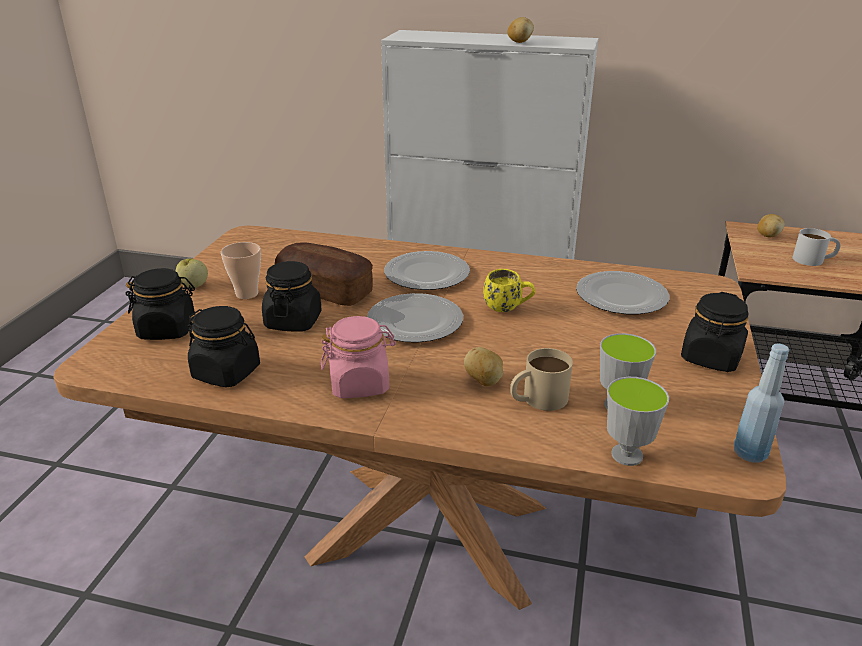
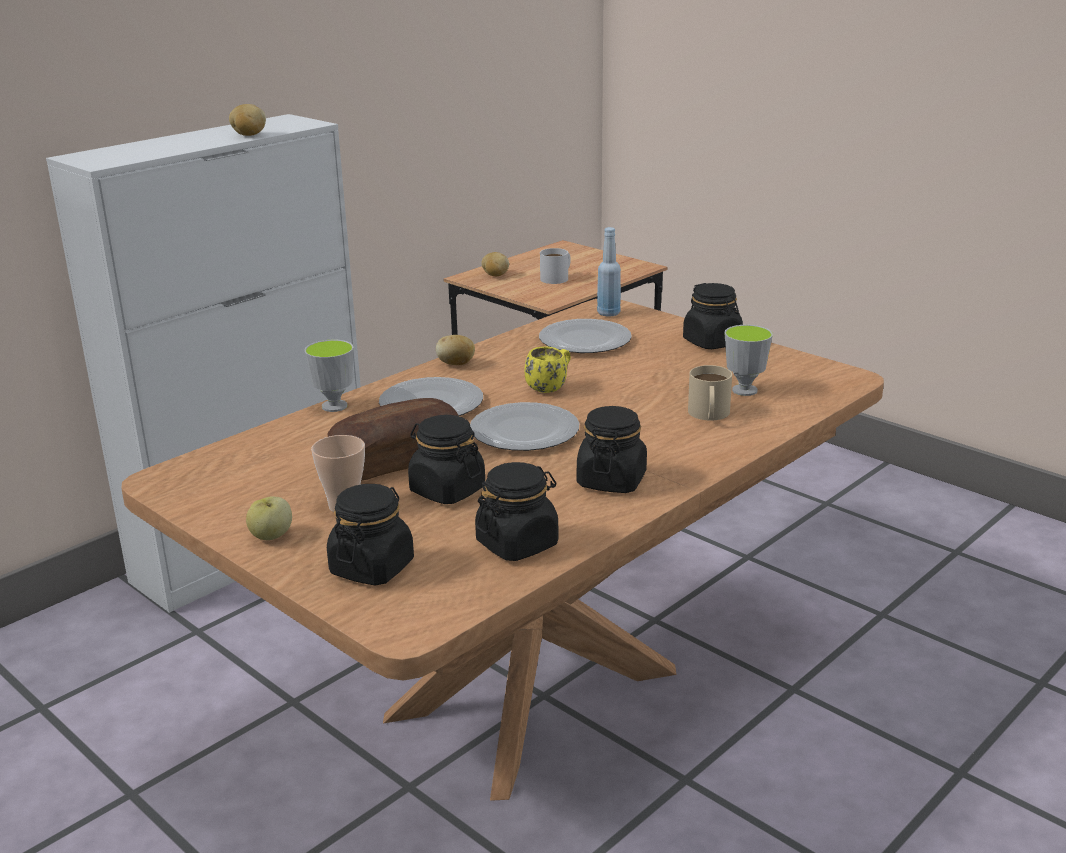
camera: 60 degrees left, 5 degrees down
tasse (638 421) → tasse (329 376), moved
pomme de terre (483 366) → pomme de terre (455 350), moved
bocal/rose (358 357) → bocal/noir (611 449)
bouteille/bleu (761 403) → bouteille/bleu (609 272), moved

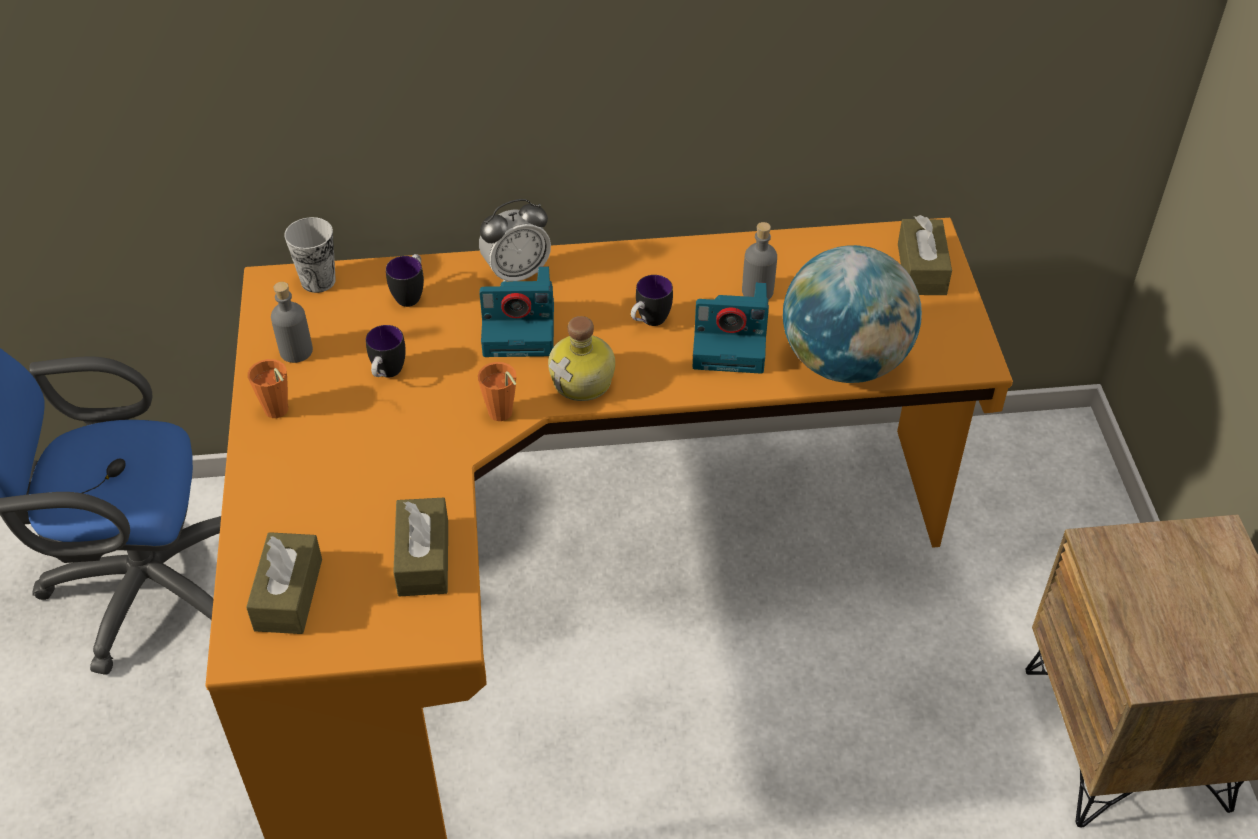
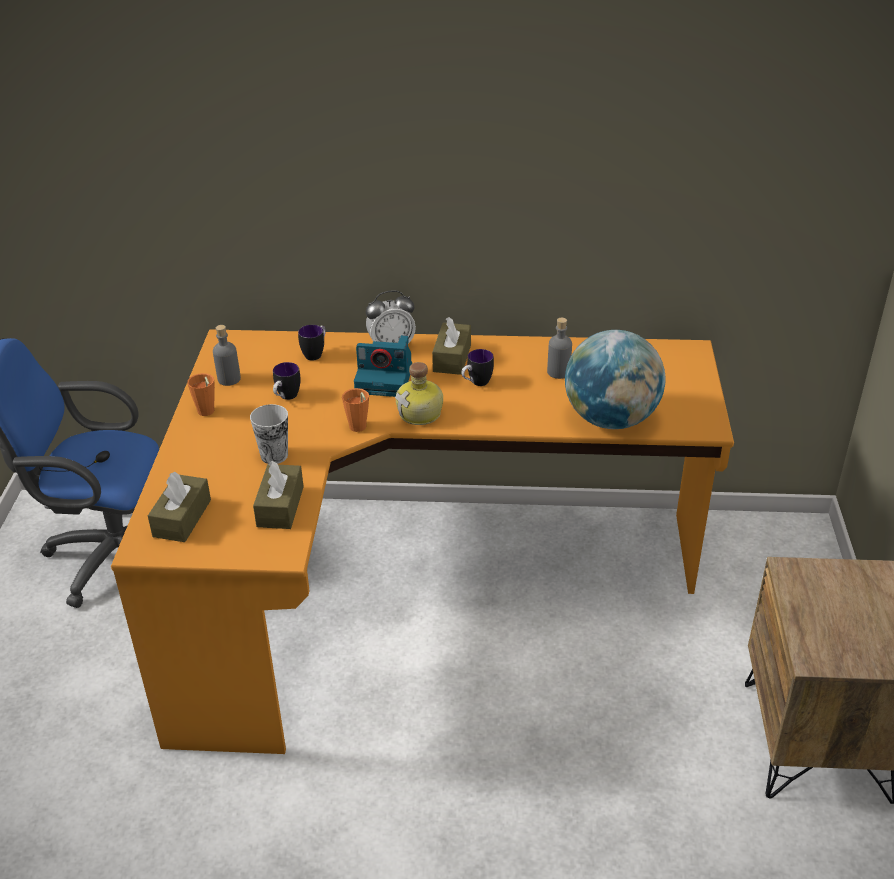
camera: 10 degrees right, 10 degrees down
tasse (310 255) → tasse (269 434), moved
boîte à mouchoirs/marron (925 255) → boîte à mouchoirs/marron (451 346), moved
appareil photo (731 328) → -

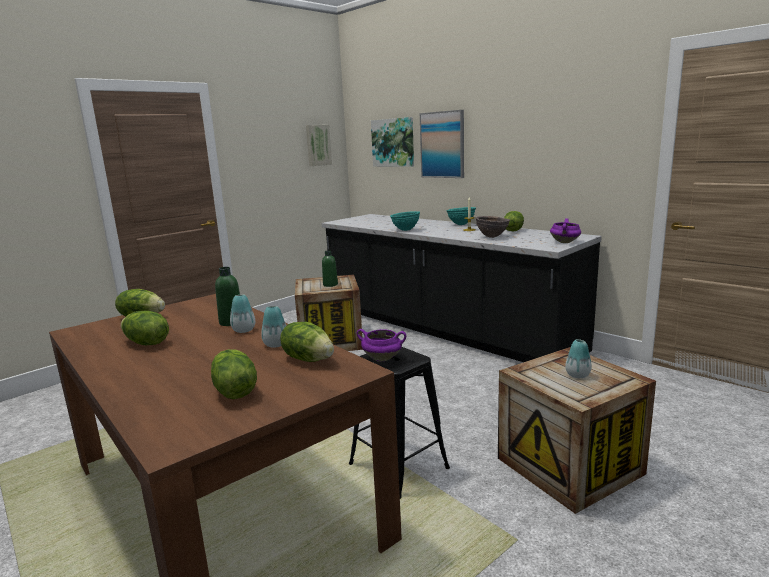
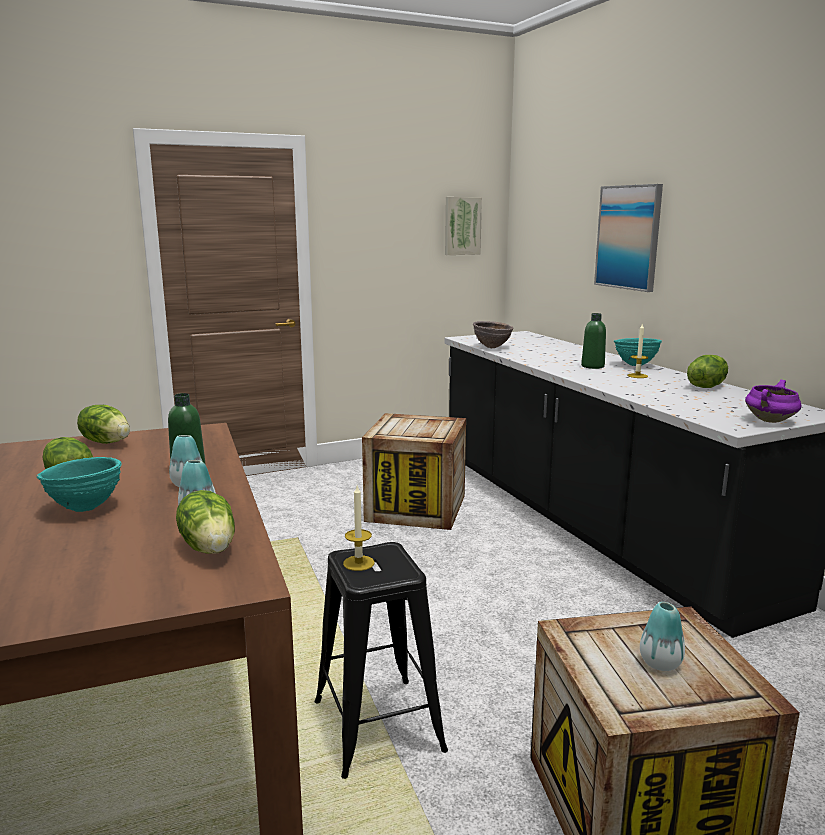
camera: 20 degrees right, 0 degrees up
bol/turquoise (405 221) → bol/turquoise (79 484), moved
marmite/violet (381 345) → bougie (358 528)
bol/marron (493 227) → bol/marron (493 334), moved
bouteille/vert (330 268) → bouteille/vert (593 341), moved
laitue (234 374) → -
tableau (392 142) → -

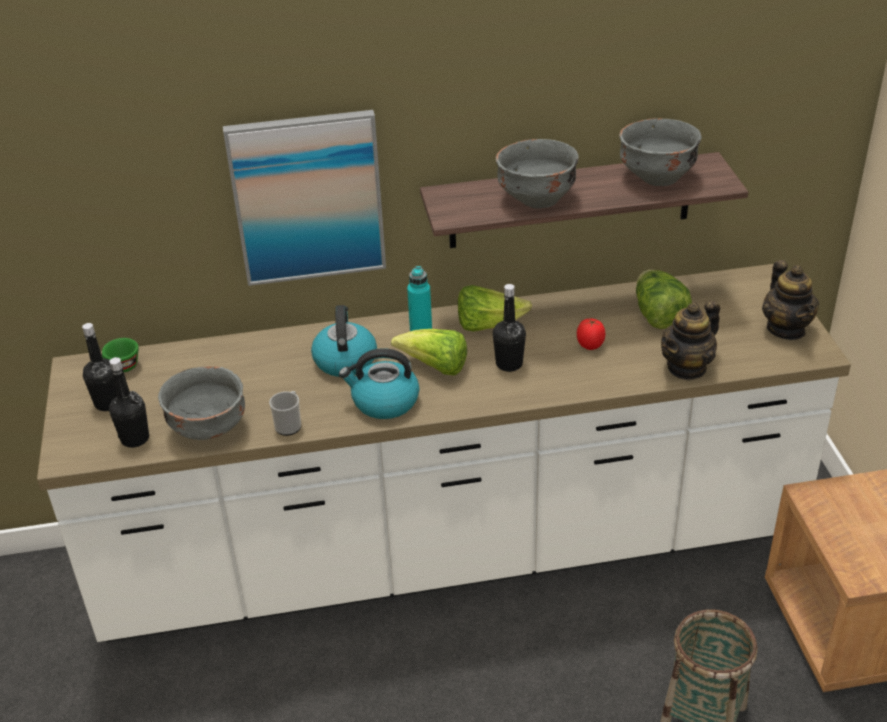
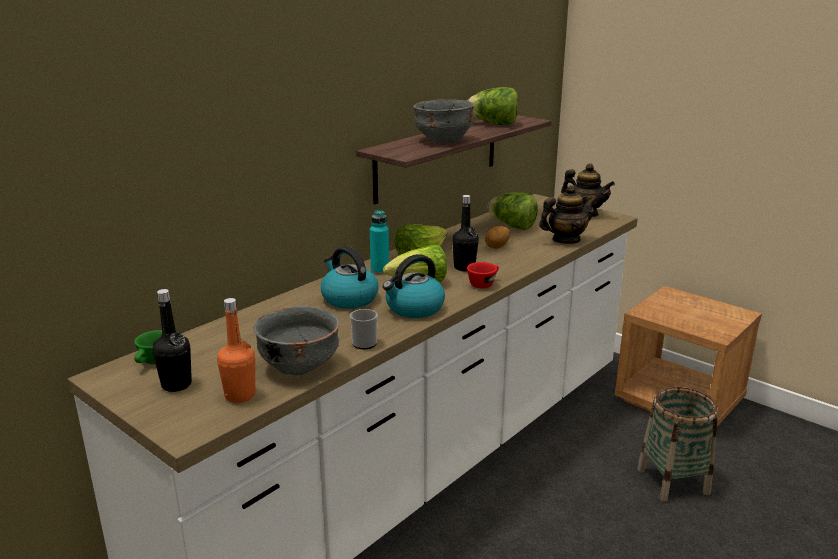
camera: 40 degrees left, 15 degrees down
bouteille/noir (129 402) → bouteille/orange (236 350)
bol/gris (660 152) → laitue (493 106)
- → tasse/rouge (483 275)
tomate (591 334) → pomme de terre (497 237)
théière (690 340) → théière (568 214), 120 degrees counterclockwise
tableau (304 198) → -

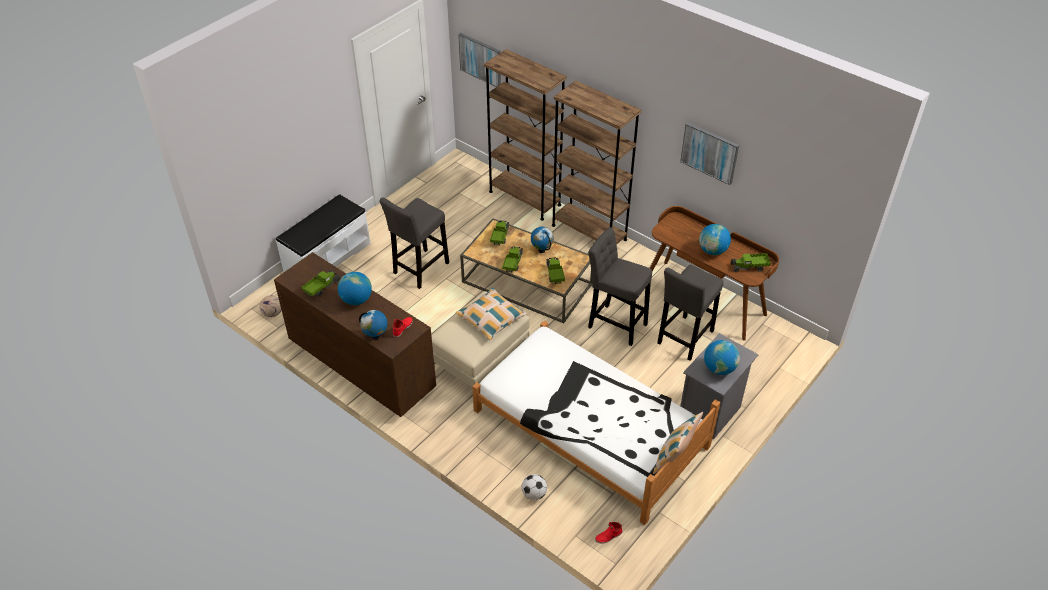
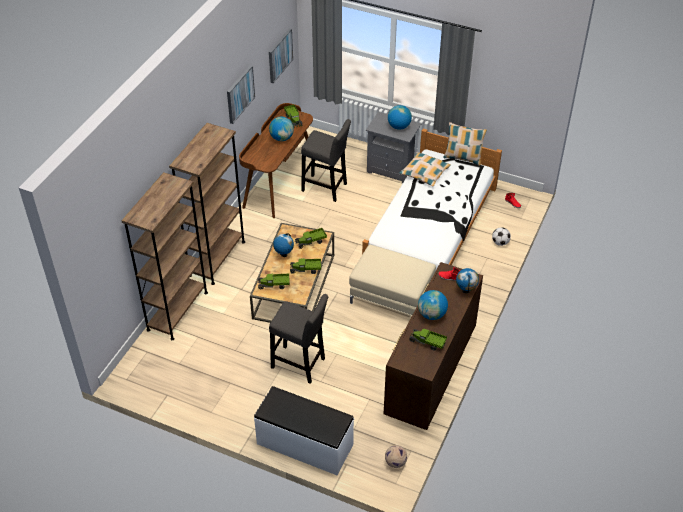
camera: 105 degrees left, 0 degrees up
tableau (479 60) → tableau (281 55), moved
coussin (491 313) → coussin (425 169), moved
tabouret/gris (620 286) → -

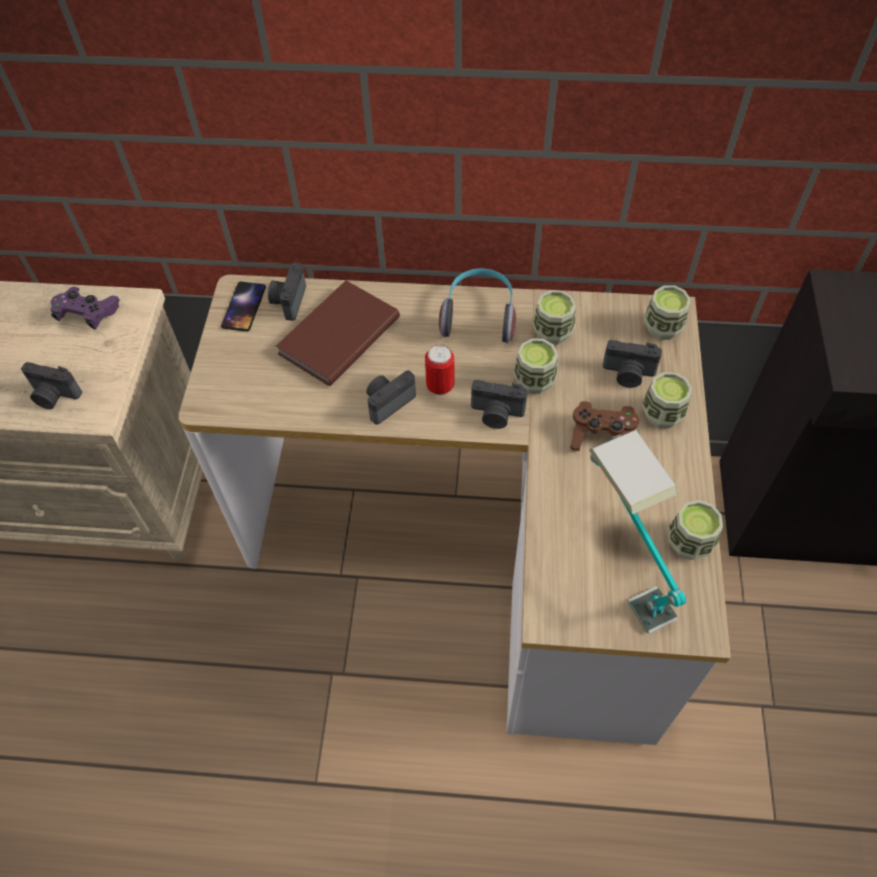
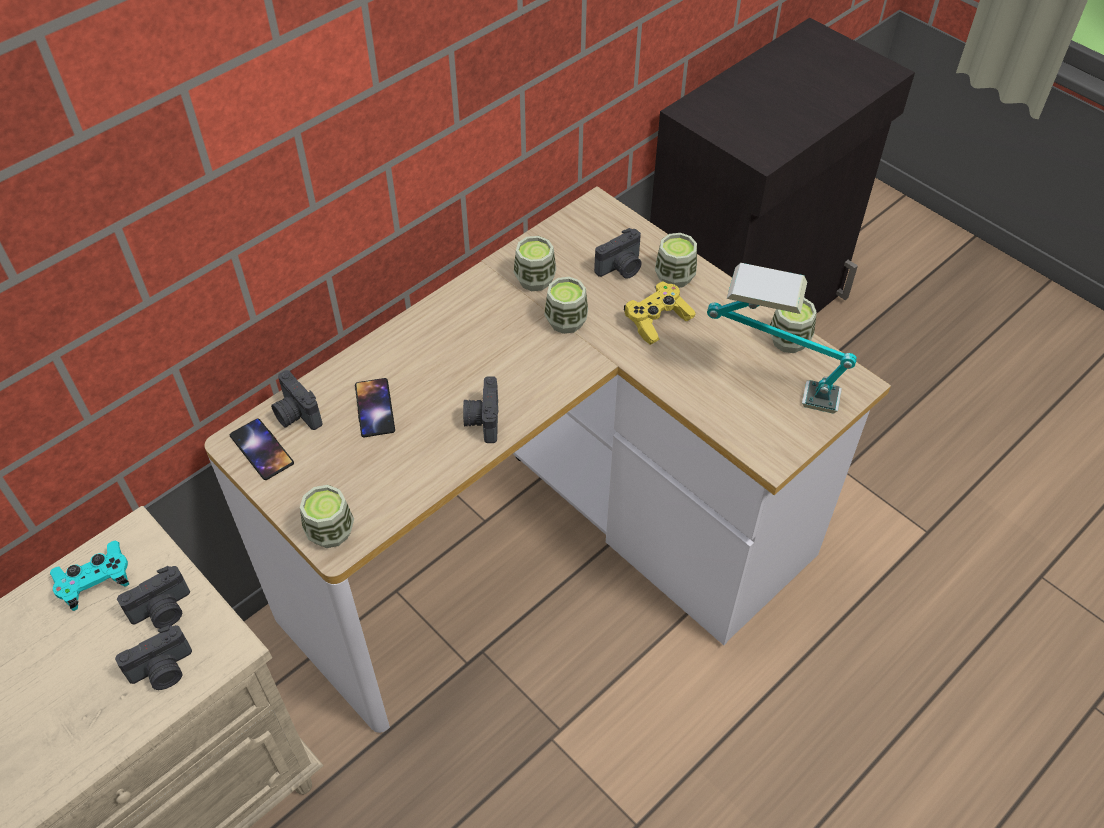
camera: 50 degrees left, 5 degrees down
manette/violet (85 308) → manette/turquoise (89 576)
appareil photo (499 404) → appareil photo (153 597), moved
tasse (667 313) → tasse (327 516), moved
livre/marron (338 333) → téléphone (375 407)
manette/marron (604 426) → manette/jaune (660 313)
boîte métallique (439 370) → -
casque audio (477 306) → -

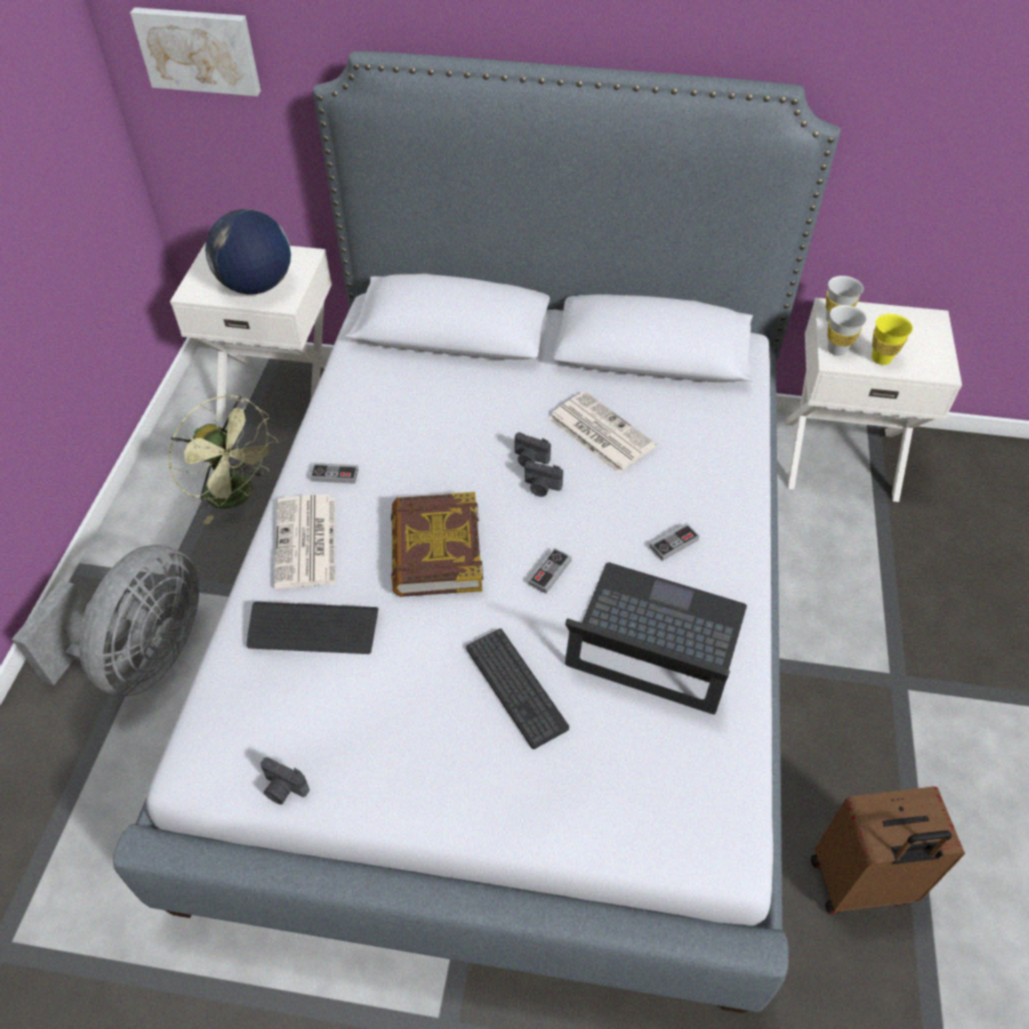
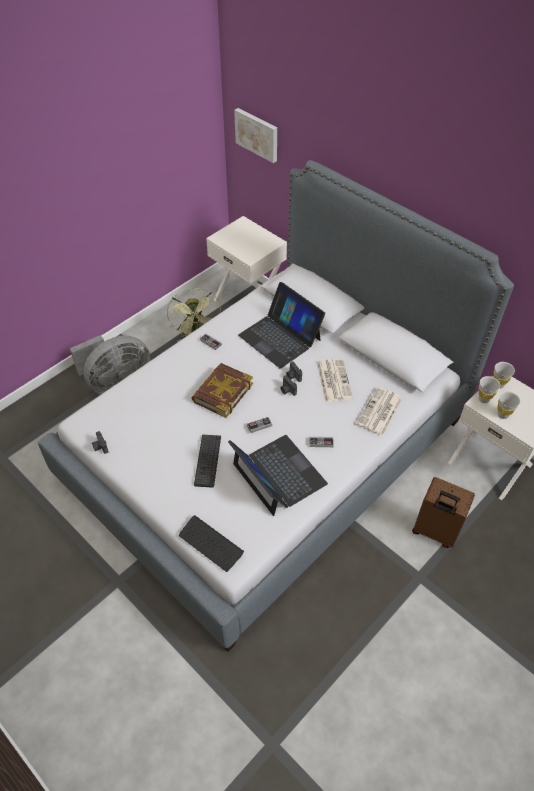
camera: 35 degrees right, 0 degrees up
clavier (312 628) → clavier (211 543), moved
- → ordinateur portable (281 325)
journal (304 541) → journal (379 411), moved
valise/marron (888 850) → valise/marron (443 512), moved
tasse/jaune (892 339) → tasse/blanc (509 405)
globe (248 251) → -

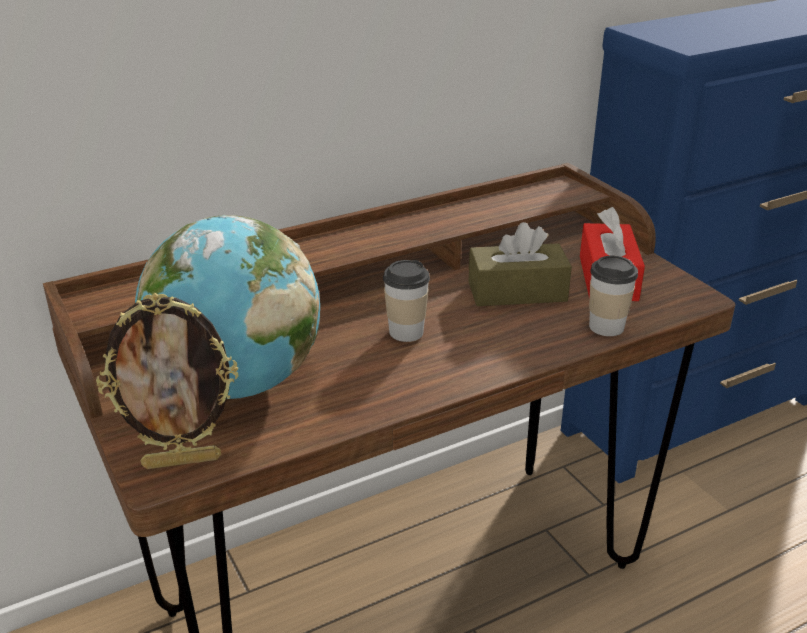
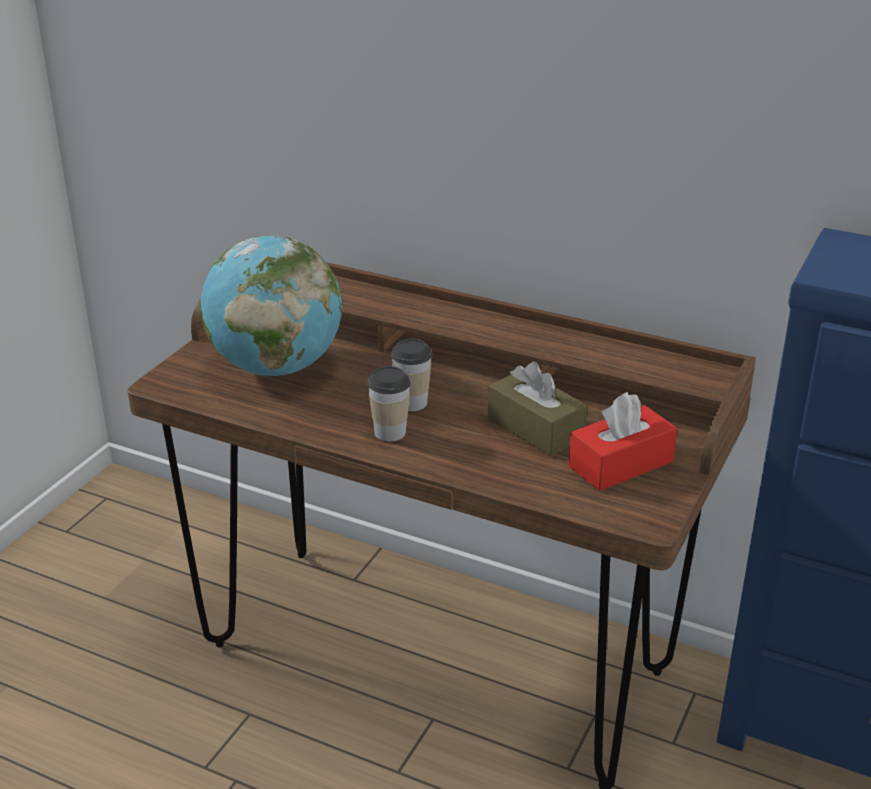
camera: 55 degrees right, 0 degrees up
tasse (613 296) → tasse (389 404), moved
cadre photo (167 381) → -

